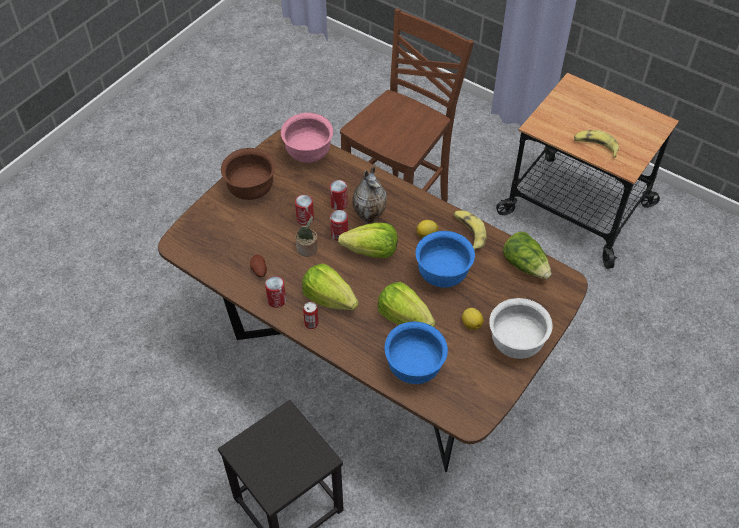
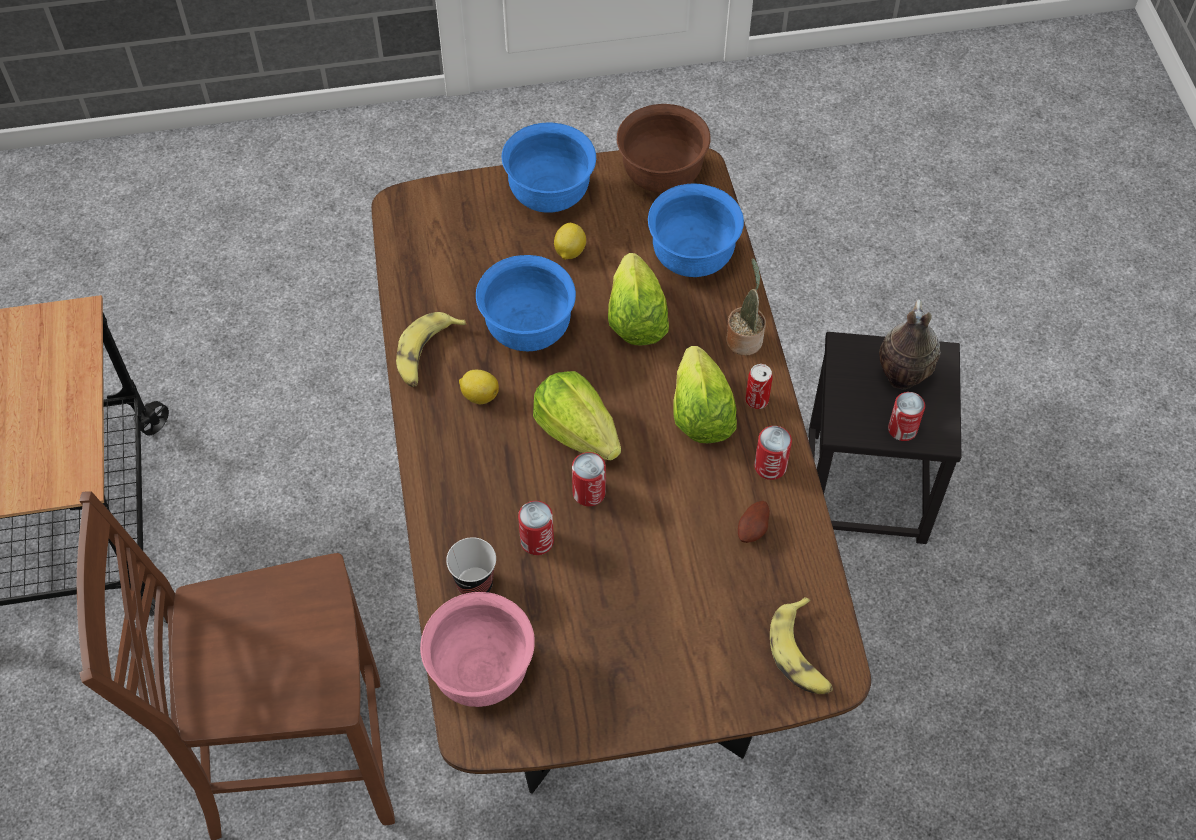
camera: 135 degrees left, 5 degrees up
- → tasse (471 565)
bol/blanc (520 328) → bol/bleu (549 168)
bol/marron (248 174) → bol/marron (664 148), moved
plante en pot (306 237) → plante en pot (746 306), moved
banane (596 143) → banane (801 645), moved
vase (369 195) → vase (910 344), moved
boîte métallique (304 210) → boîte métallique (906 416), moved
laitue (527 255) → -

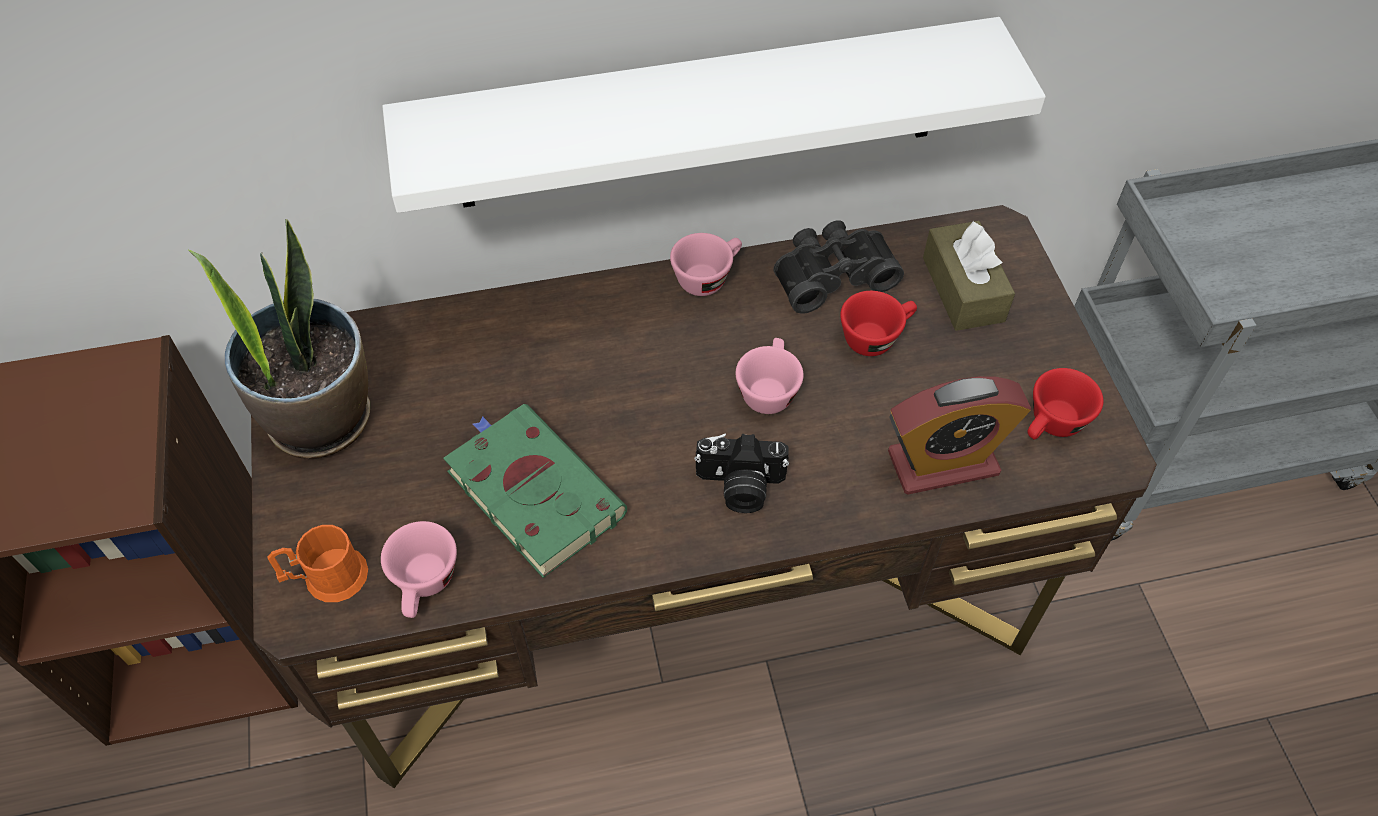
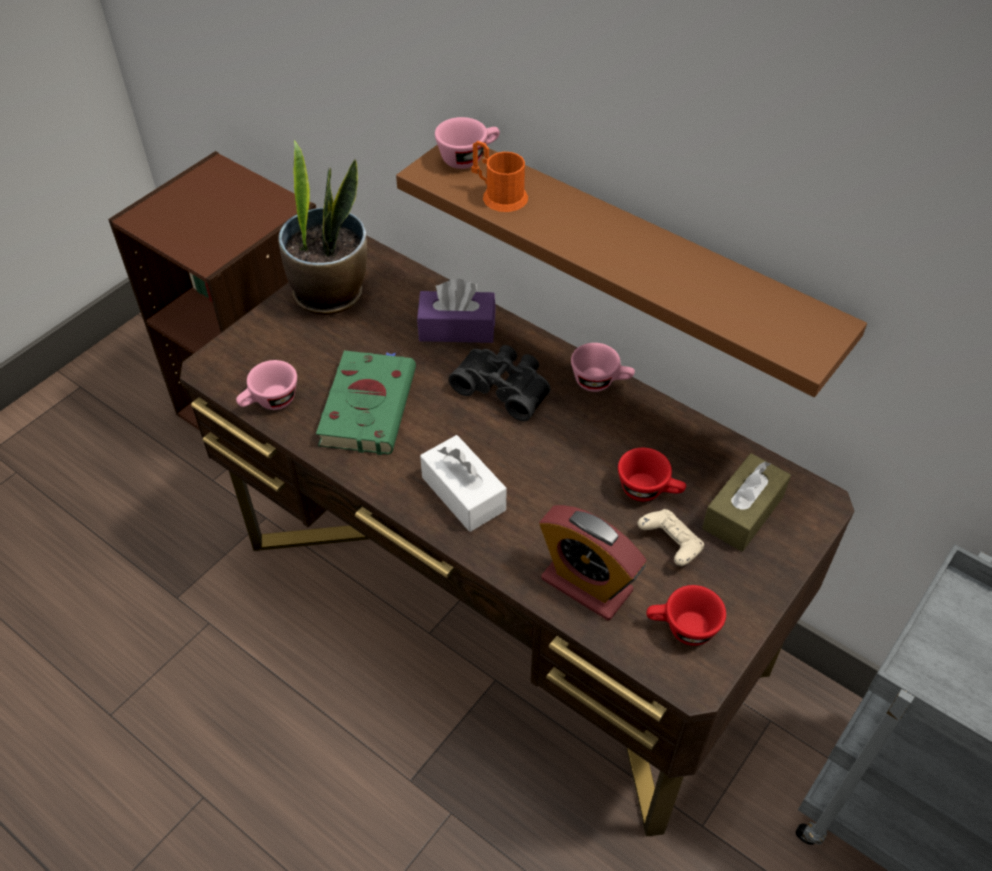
camera: 50 degrees right, 5 degrees down
étagère/blanc (714 115) → étagère/marron (631 271)
- → boîte à mouchoirs/violet (456 311)
appareil photo (741 473) → boîte à mouchoirs/blanc (463 483)
tasse/rose (770 376) → tasse/rose (467 143), moved
jumelles/noir (838 267) → jumelles/noir (500 383), moved
mug/orange (317 563) → mug/orange (499 176), moved
- → manette/beige (671 537)

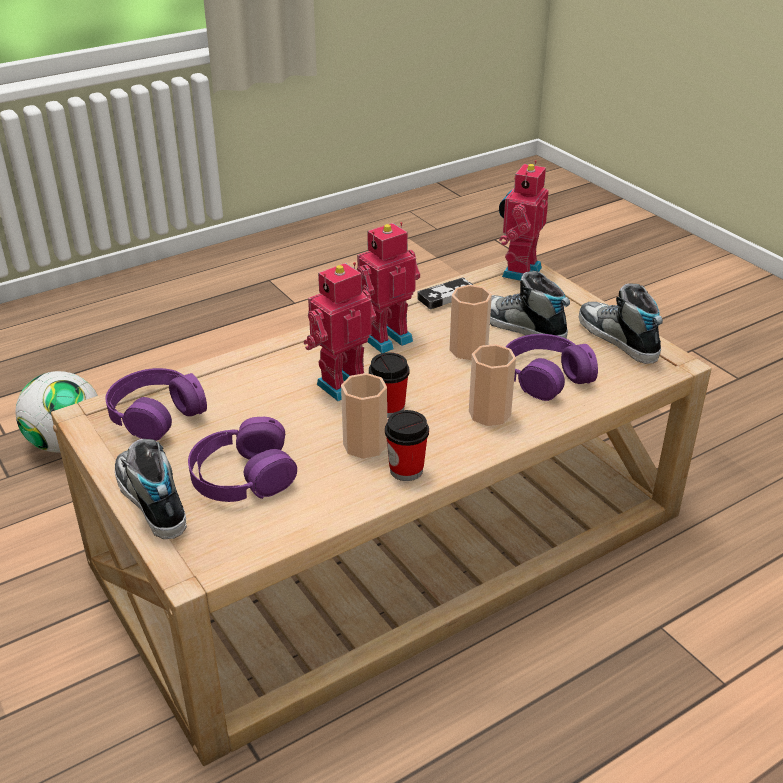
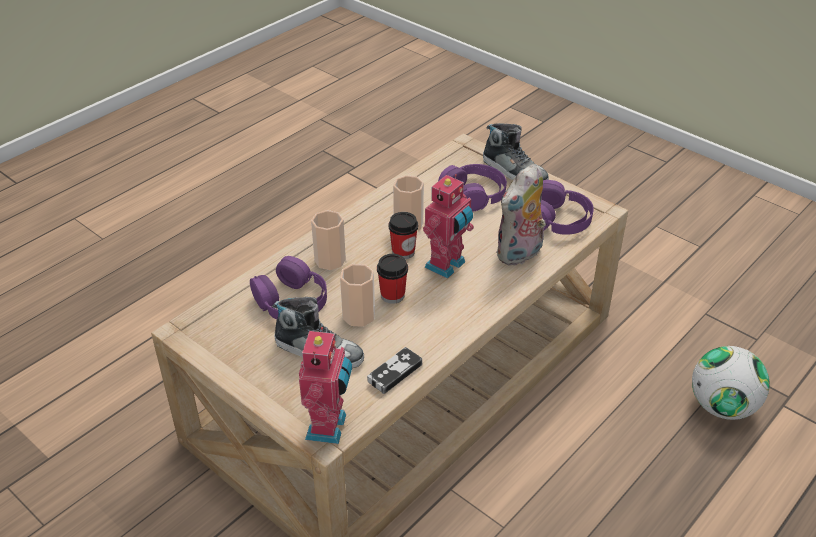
camera: 165 degrees right, 5 degrees up
tasse (407 445) → tasse (392 279), moved
- → peluche (521 215)
robot jouet (388 287) → -
chaussure (621 323) → -

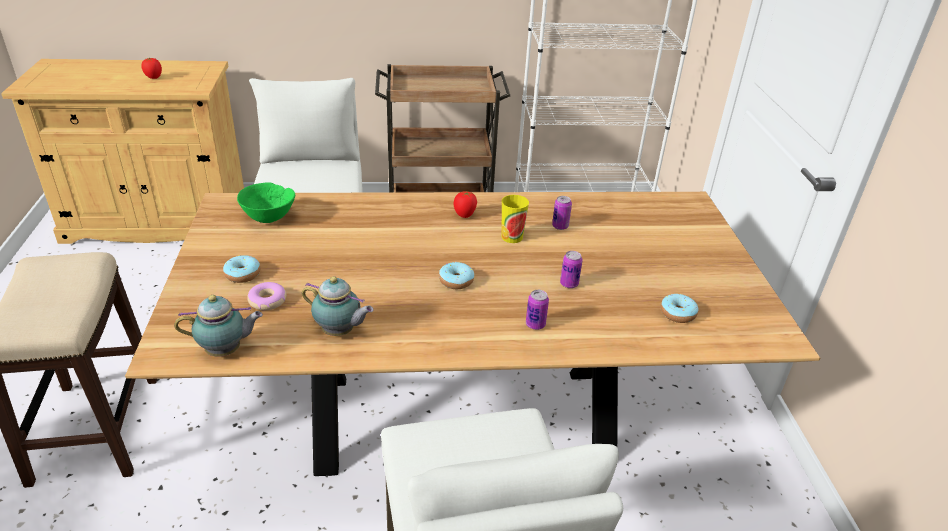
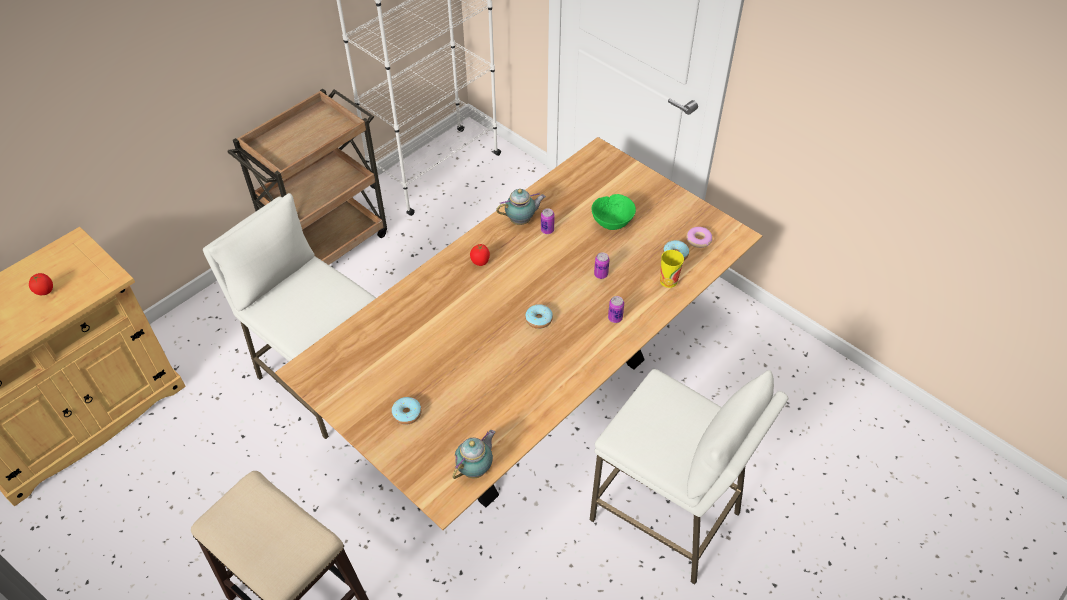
camera: 40 degrees left, 15 degrees up
théière (338 306) → théière (521 207), moved
bol/vert (266 202) → bol/vert (613 212), moved
tasse (515 219) → tasse (672 269), moved
beignet (266 296) → beignet (699 237), moved

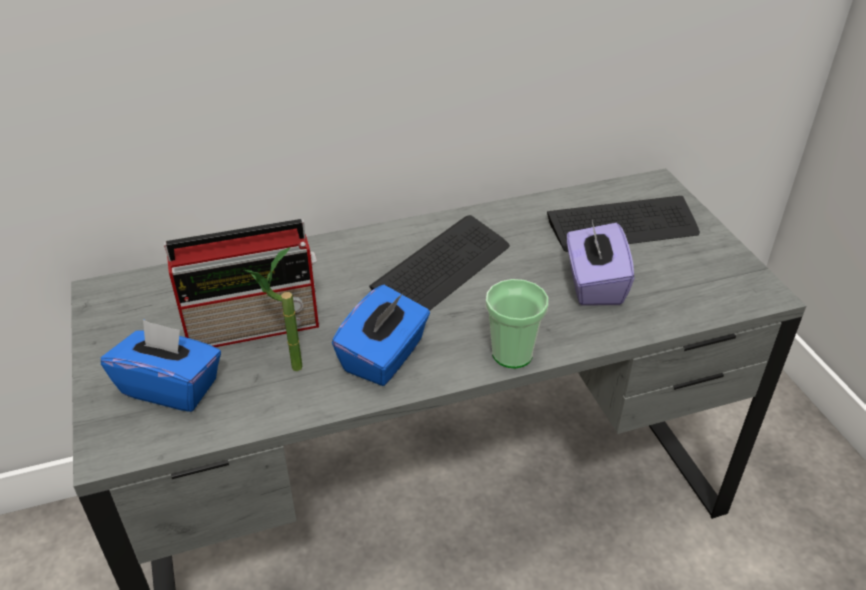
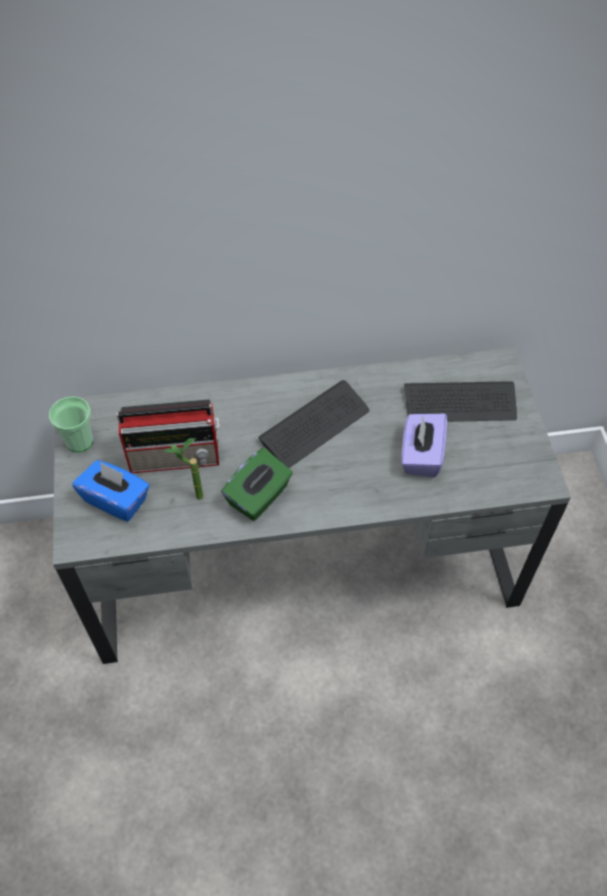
camera: 10 degrees right, 15 degrees up
tasse (517 324) → tasse (71 424), moved
boîte à mouchoirs/bleu (381 335) → boîte à mouchoirs/vert (257 484)

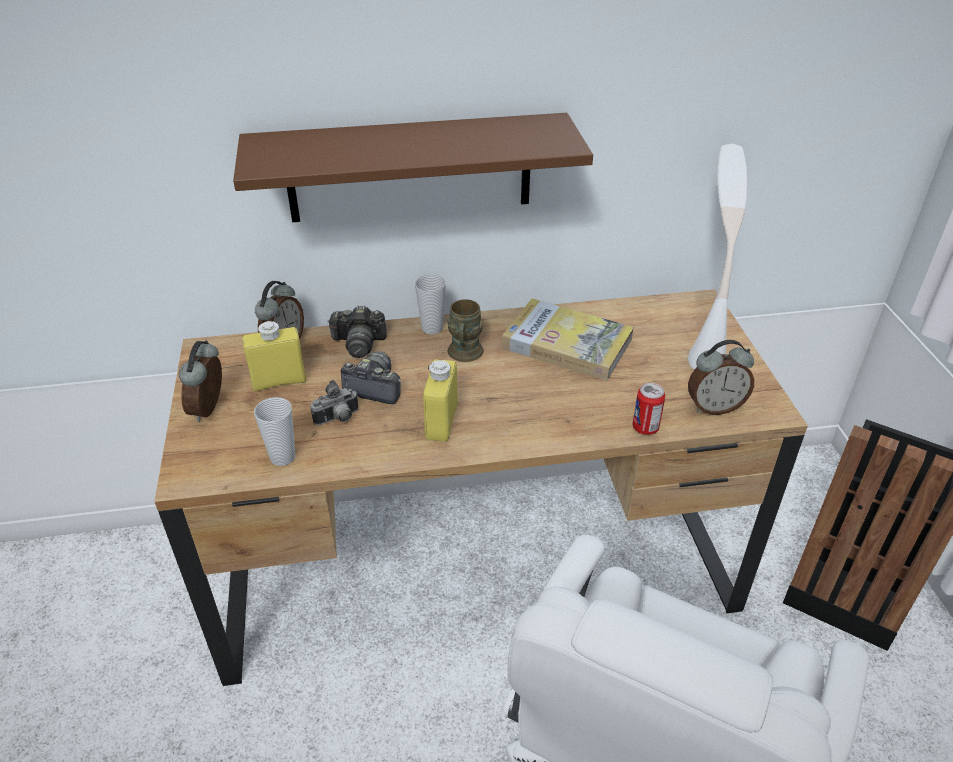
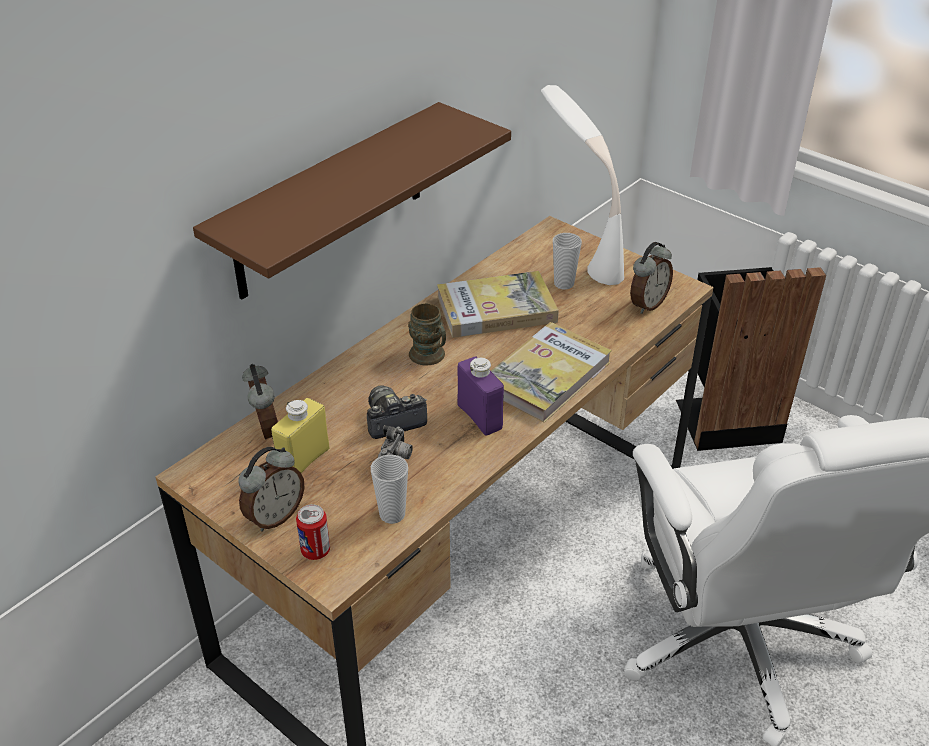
camera: 40 degrees left, 0 degrees up
réveil (200 381) → réveil (271 489), 105 degrees counterclockwise
boîte métallique (648 409) → boîte métallique (313 532), moved
bouteille/jaune (440 400) → bouteille/violet (480 396)
- → livre (551 372)
tasse (430 304) → tasse (567 261), moved
appareil photo (357 331) → -

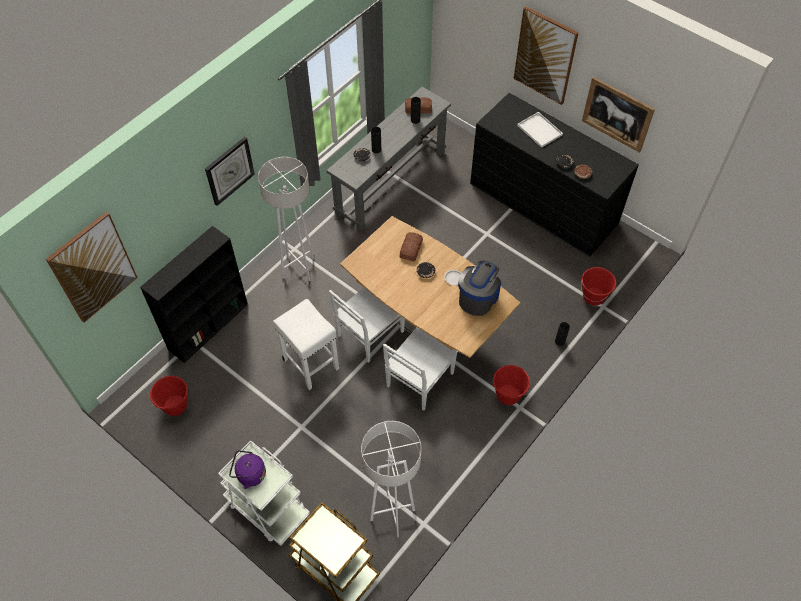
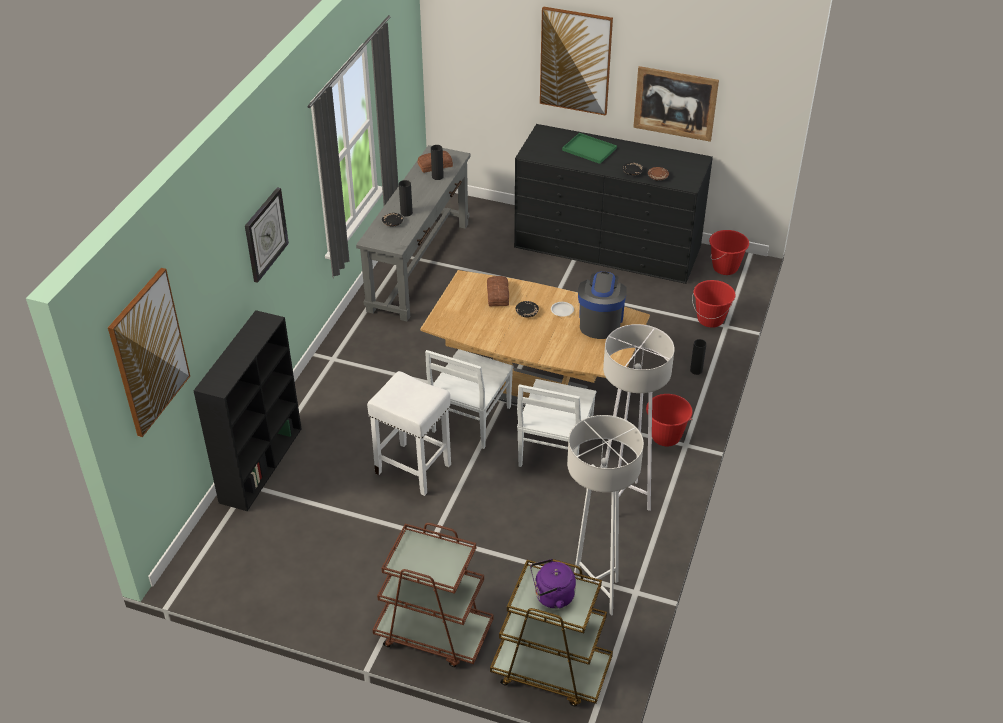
camera: 20 degrees left, 15 degrees down
chariot/blanc (264 493) → chariot/marron (433 595)
bouilloire/violet (247 469) → bouilloire/violet (553 584), moved
plateau/blanc (540 130) → plateau/vert (589 148)
lampadaire/blanc (286 219) → lampadaire/blanc (638 417), moved
seau/rouge (169 396) → seau/rouge (729 252), moved

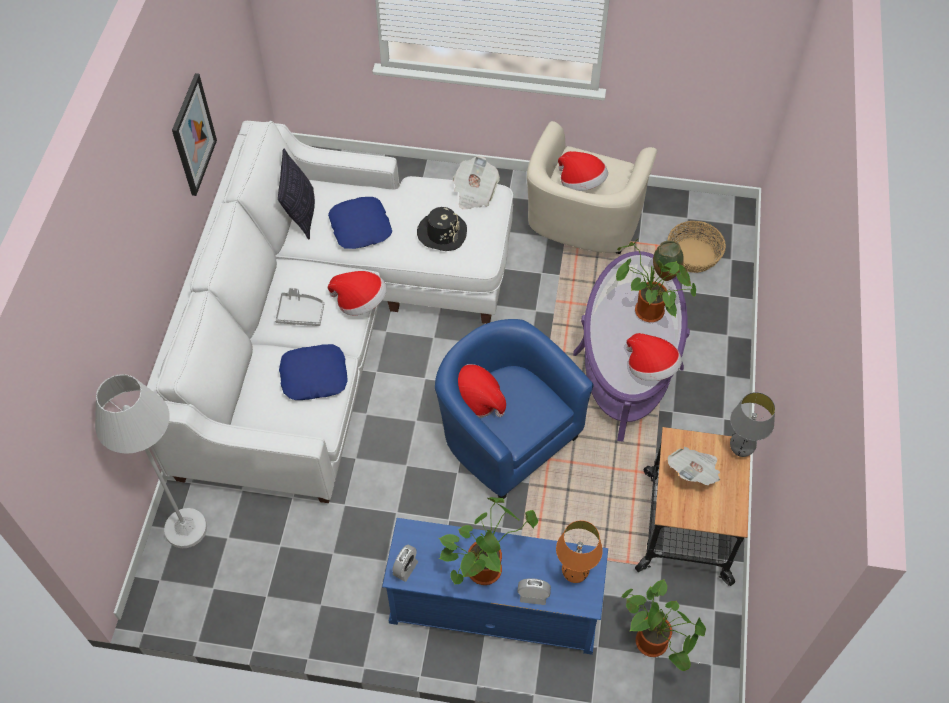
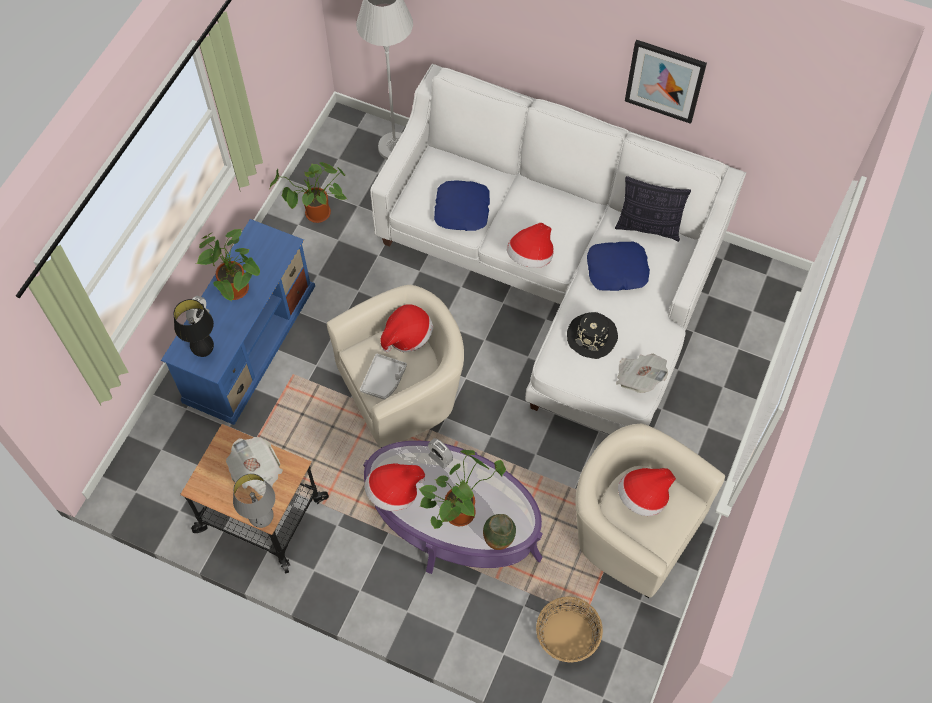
camera: 105 degrees right, 5 degrees up
lampe de table/orange (579 551) → lampe de table/noir (194 328)
plante en pot (664 625) → plante en pot (308 192), moved
fauteuil/bleu (514 409) → fauteuil/beige (395 366)
plateau/gris (299 307) → plateau/gris (383 377), moved
réveil (405 563) → réveil (440 453), moved

